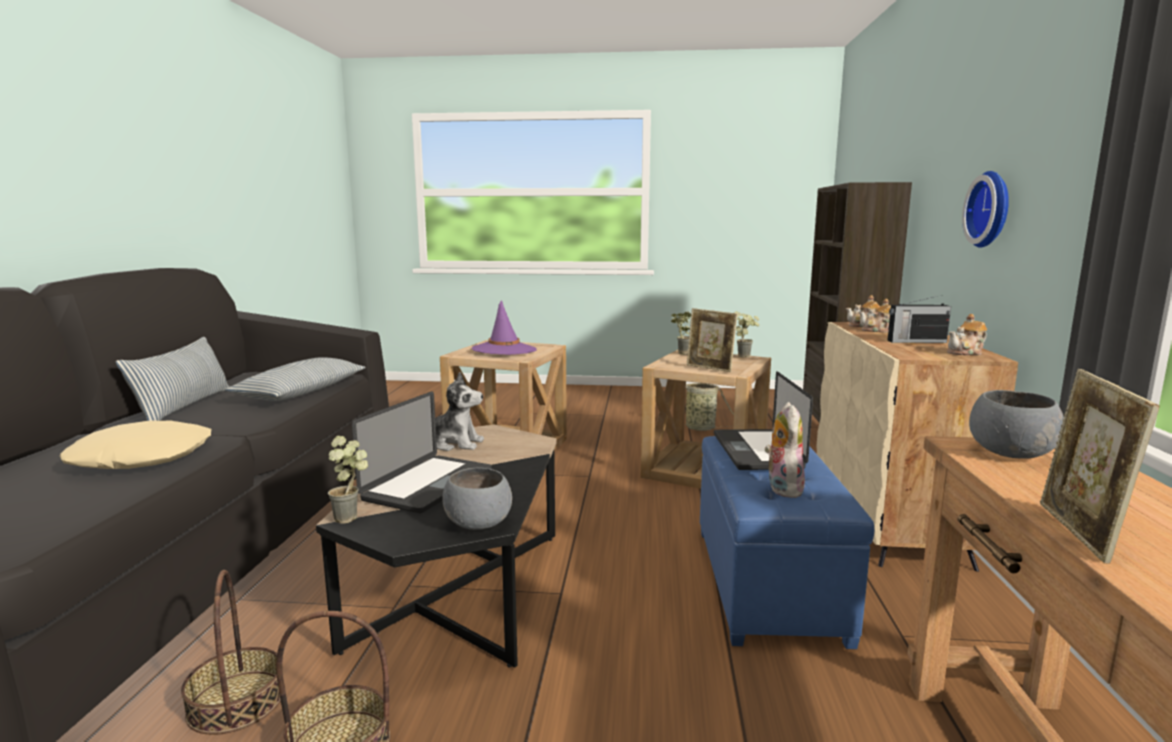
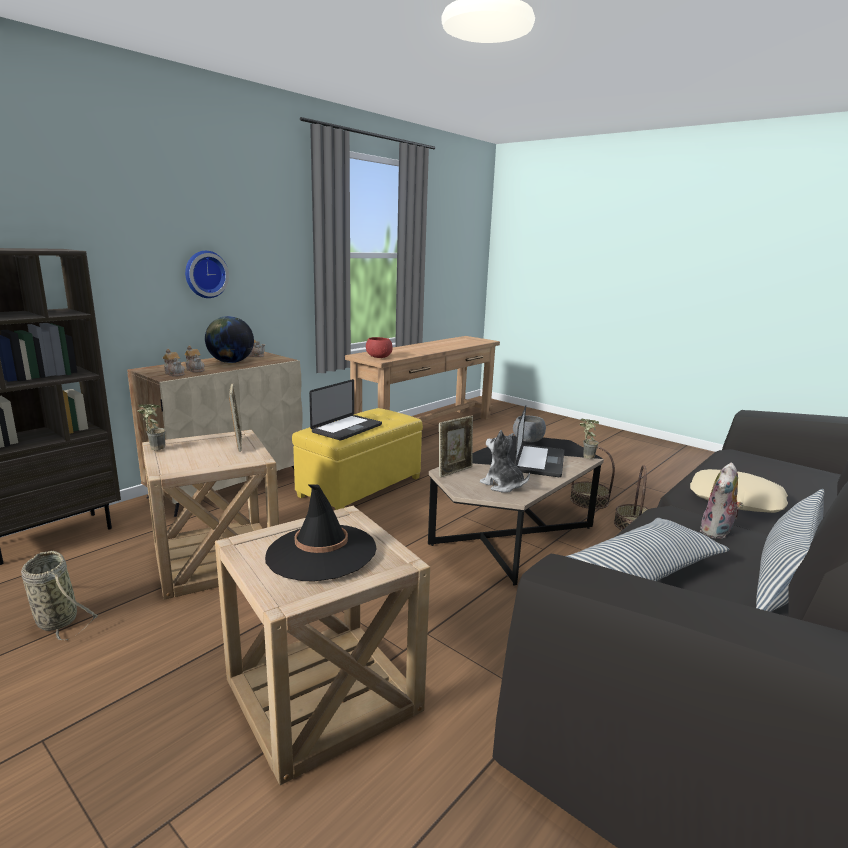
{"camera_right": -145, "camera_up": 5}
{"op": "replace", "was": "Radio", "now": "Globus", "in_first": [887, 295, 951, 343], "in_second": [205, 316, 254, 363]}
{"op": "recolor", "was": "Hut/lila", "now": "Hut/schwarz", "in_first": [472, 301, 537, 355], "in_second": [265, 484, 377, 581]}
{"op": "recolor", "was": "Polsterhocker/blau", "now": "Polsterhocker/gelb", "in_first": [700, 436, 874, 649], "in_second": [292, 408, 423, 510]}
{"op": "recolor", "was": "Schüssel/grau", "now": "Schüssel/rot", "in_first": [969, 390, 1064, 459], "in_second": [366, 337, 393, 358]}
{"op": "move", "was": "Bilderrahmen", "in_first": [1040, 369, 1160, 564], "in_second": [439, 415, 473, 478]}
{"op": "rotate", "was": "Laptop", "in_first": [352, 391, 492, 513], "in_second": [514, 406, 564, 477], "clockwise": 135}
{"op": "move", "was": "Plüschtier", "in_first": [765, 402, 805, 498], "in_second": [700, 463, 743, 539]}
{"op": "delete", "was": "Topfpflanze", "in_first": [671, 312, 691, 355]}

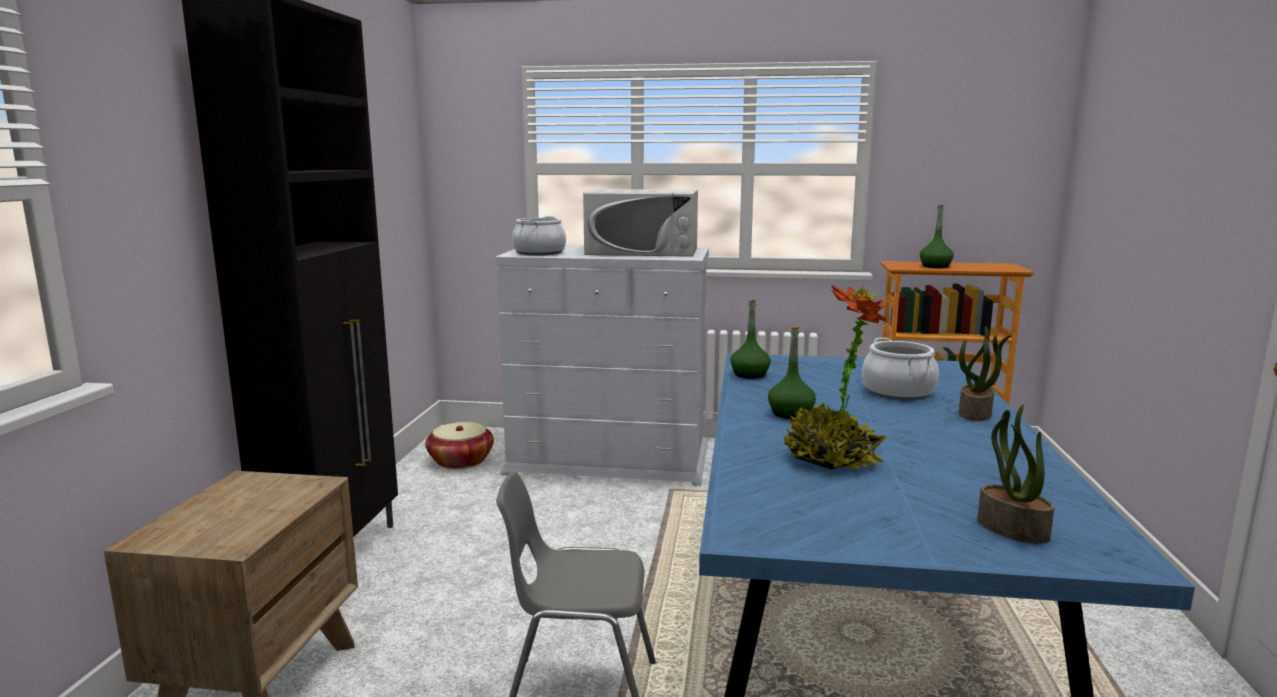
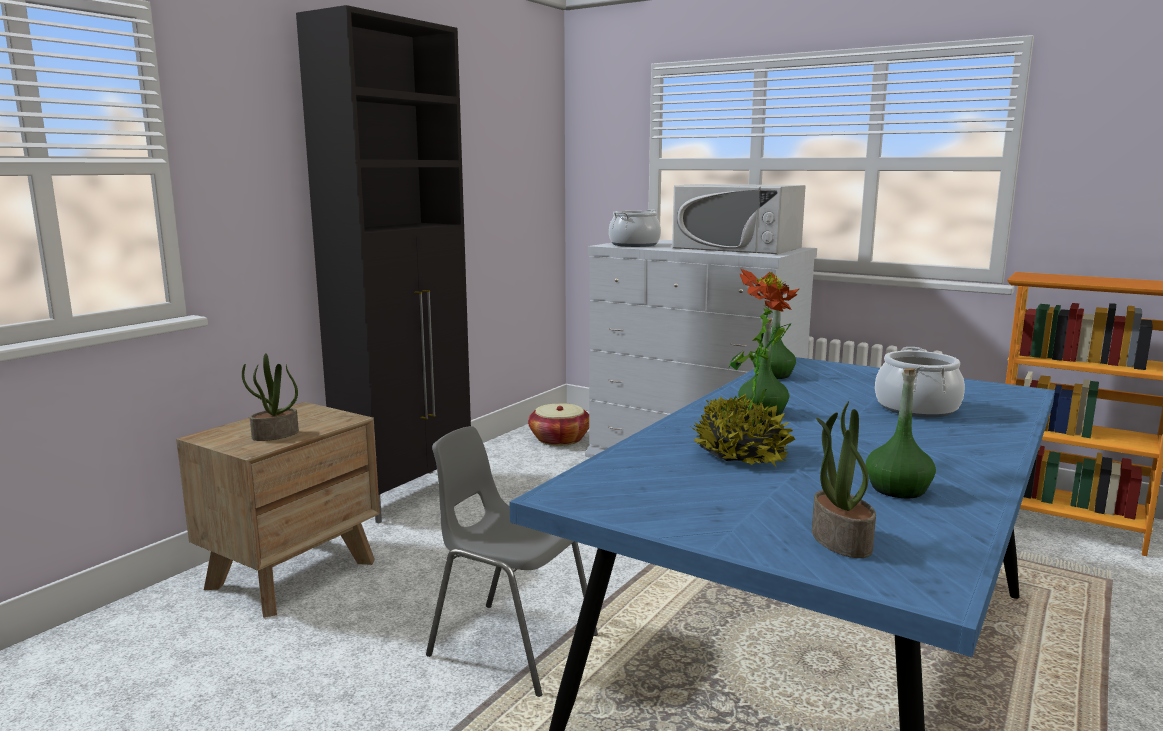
{"camera_right": 25, "camera_up": 0}
{"op": "move", "was": "Topfpflanze", "in_first": [959, 326, 1012, 421], "in_second": [242, 353, 299, 441]}
{"op": "move", "was": "Flasche/grün", "in_first": [920, 205, 954, 268], "in_second": [866, 368, 936, 498]}

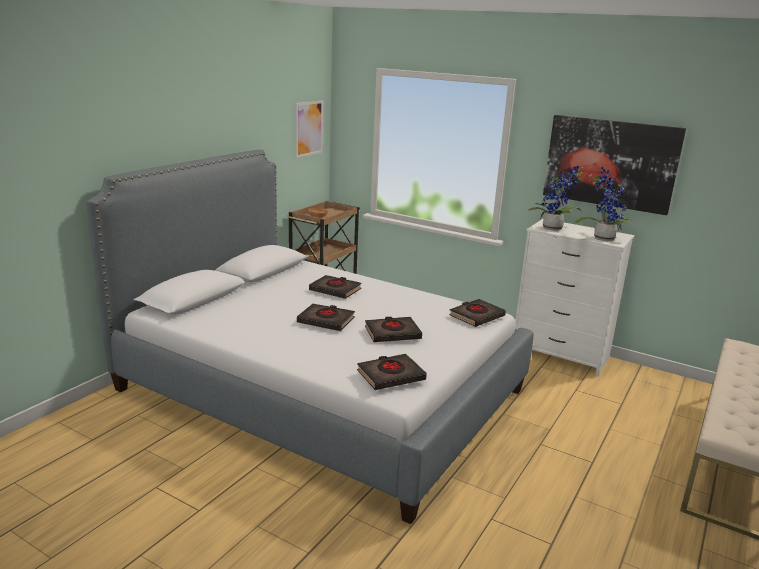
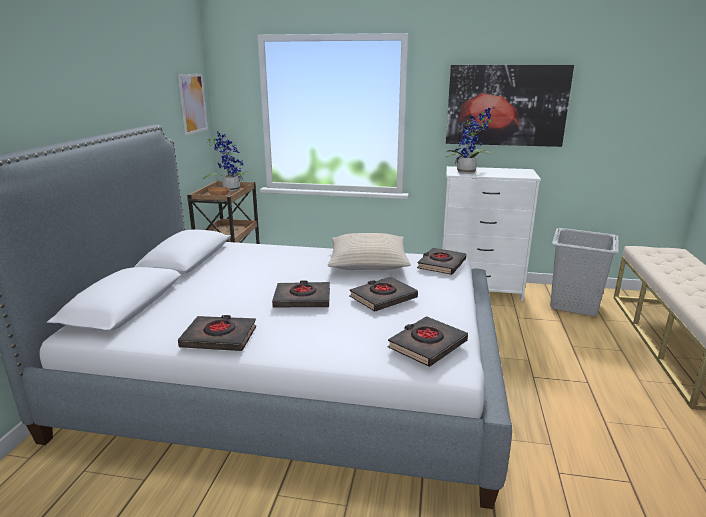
{"camera_right": -20, "camera_up": 0}
{"op": "move", "was": "Buch/schwarz", "in_first": [309, 275, 361, 299], "in_second": [178, 315, 256, 351]}
{"op": "move", "was": "Topfpflanze", "in_first": [575, 167, 637, 241], "in_second": [202, 131, 254, 192]}
{"op": "insert", "now": "Kissen/beige", "in_second": [328, 233, 410, 270]}
{"op": "insert", "now": "Wäschekorb/grau", "in_second": [550, 228, 619, 316]}

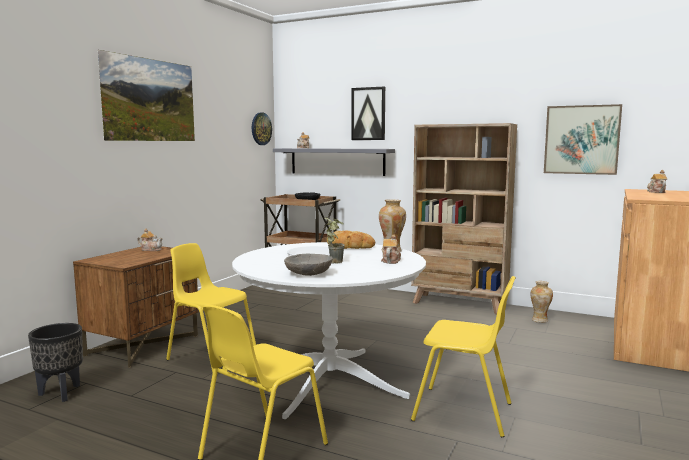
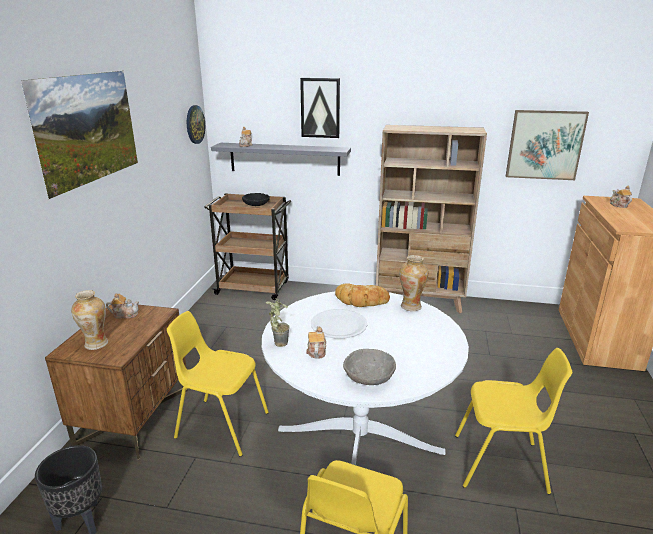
{"camera_right": -15, "camera_up": 15}
{"op": "move", "was": "Vase", "in_first": [530, 281, 553, 323], "in_second": [71, 290, 108, 350]}
{"op": "move", "was": "Topfpflanze", "in_first": [324, 217, 345, 263], "in_second": [266, 297, 290, 347]}
{"op": "move", "was": "Teekanne", "in_first": [381, 234, 401, 264], "in_second": [306, 326, 326, 359]}

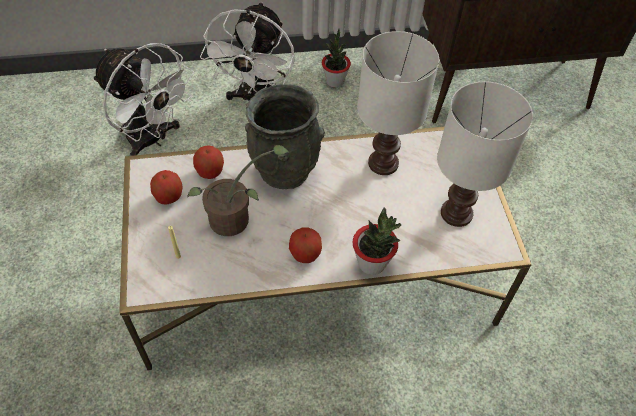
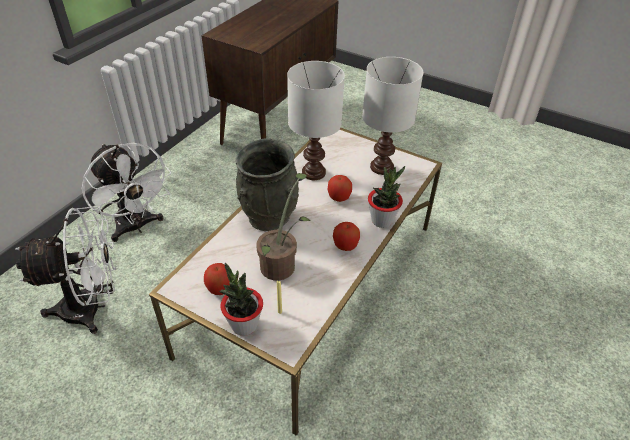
{"camera_right": -50, "camera_up": -10}
{"op": "move", "was": "Topfpflanze", "in_first": [322, 29, 351, 87], "in_second": [219, 263, 263, 336]}
{"op": "move", "was": "Apfel", "in_first": [193, 146, 224, 179], "in_second": [328, 175, 352, 202]}

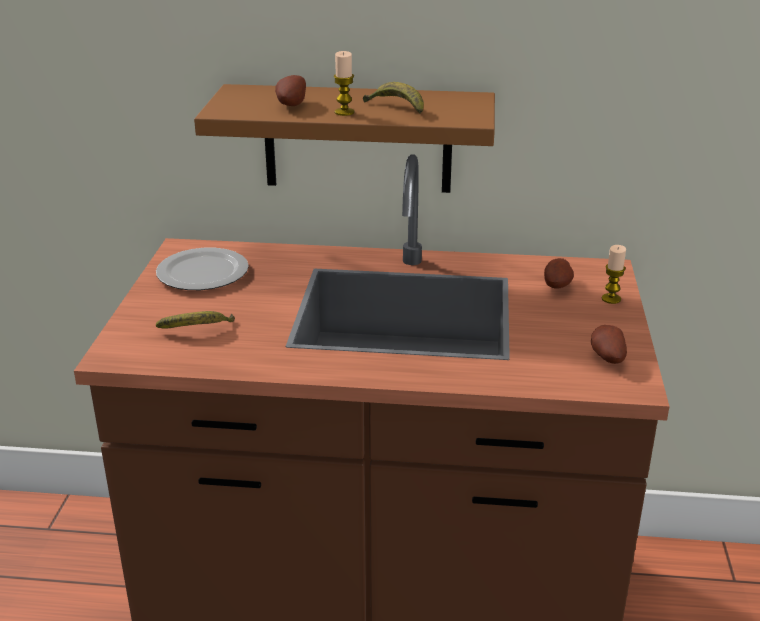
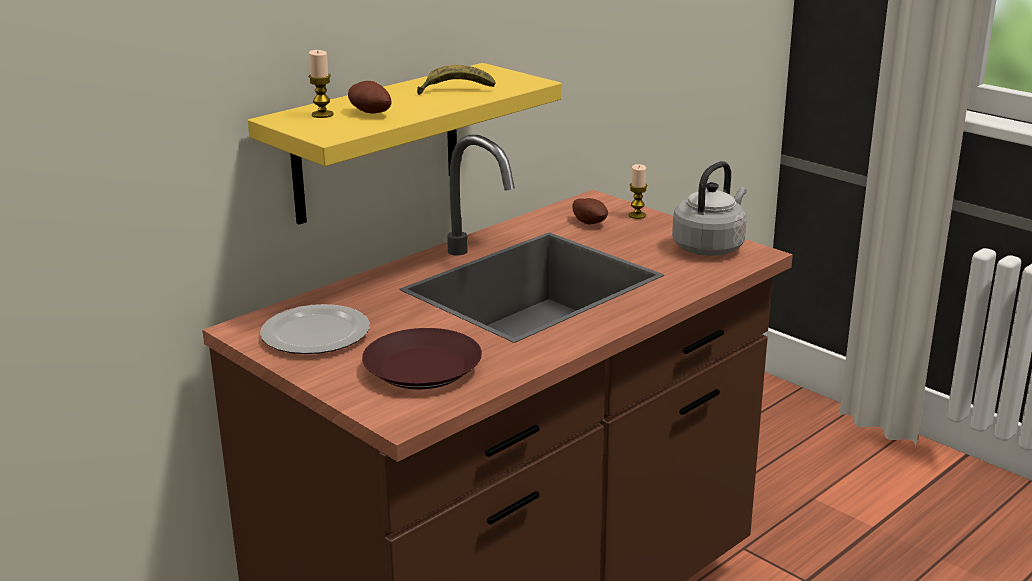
{"camera_right": -50, "camera_up": -5}
{"op": "recolor", "was": "Wandregal/braun", "now": "Wandregal/gelb", "in_first": [194, 84, 495, 193], "in_second": [248, 63, 562, 225]}
{"op": "move", "was": "Kerze", "in_first": [334, 51, 354, 116], "in_second": [308, 50, 333, 118]}
{"op": "replace", "was": "Banane", "now": "Teller/braun", "in_first": [156, 311, 235, 329], "in_second": [362, 328, 482, 389]}
{"op": "replace", "was": "Kartoffel", "now": "Wasserkessel/grau", "in_first": [591, 325, 627, 364], "in_second": [672, 161, 747, 256]}

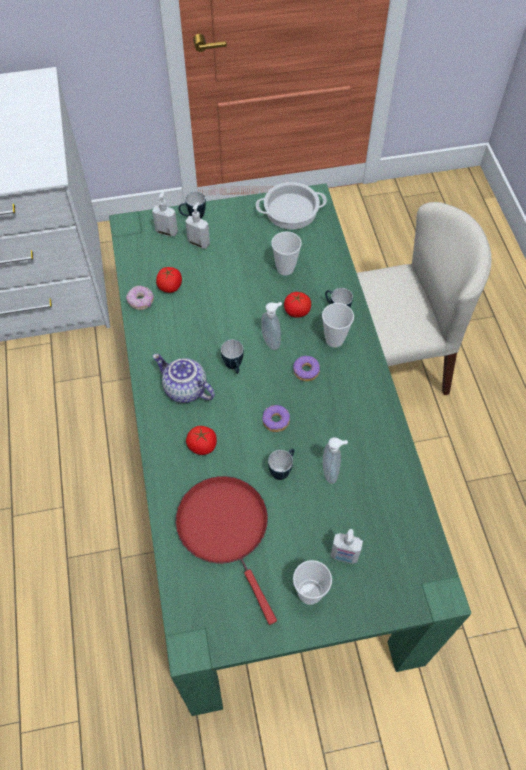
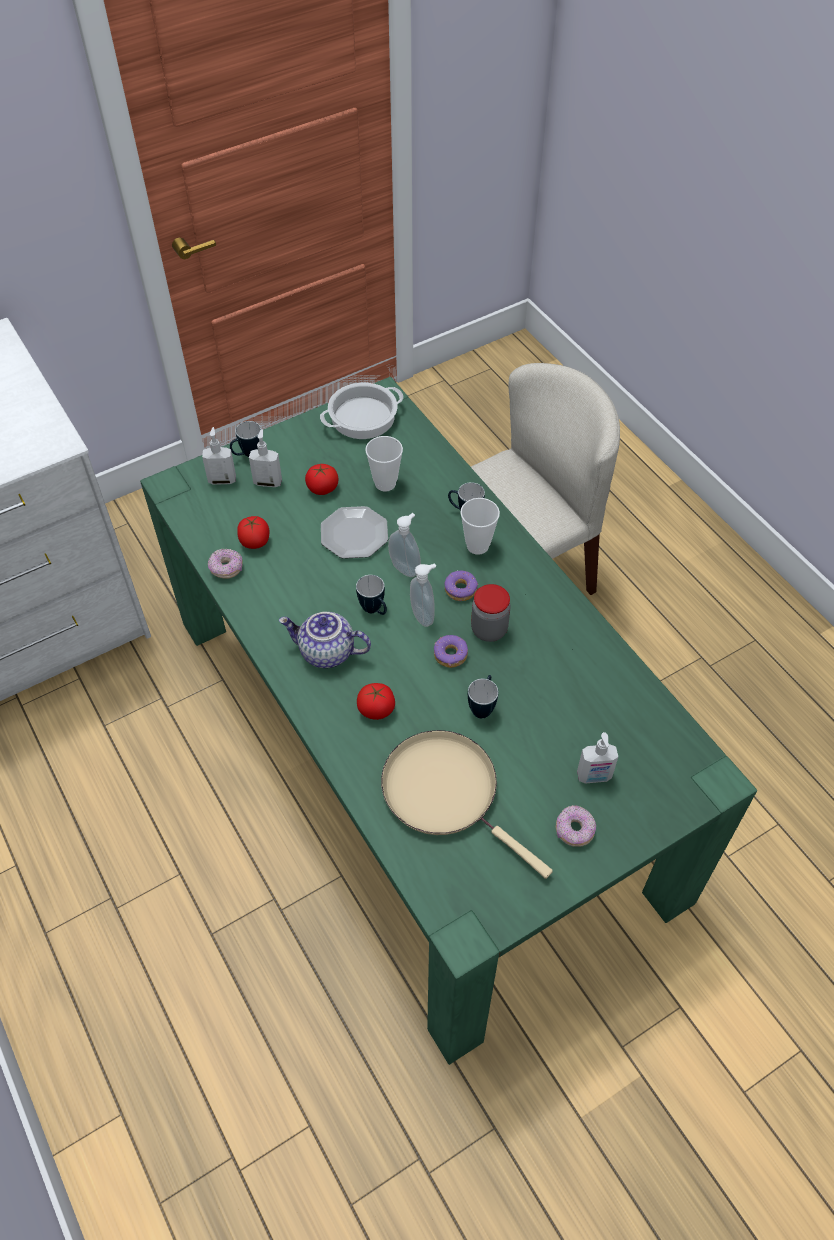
{"camera_right": -20, "camera_up": -5}
{"op": "move", "was": "Tomate", "in_first": [284, 292, 311, 318], "in_second": [305, 464, 338, 495]}
{"op": "insert", "now": "Teller", "in_second": [321, 506, 388, 559]}
{"op": "recolor", "was": "Pfanne/rot", "now": "Pfanne/beige", "in_first": [176, 476, 277, 625], "in_second": [381, 730, 553, 879]}
{"op": "move", "was": "Seifenspender", "in_first": [323, 437, 348, 484], "in_second": [410, 563, 436, 627]}
{"op": "insert", "now": "Vorratsglas", "in_second": [471, 584, 511, 642]}
{"op": "replace", "was": "Tasse", "now": "Donut", "in_first": [293, 560, 332, 605], "in_second": [556, 805, 596, 847]}

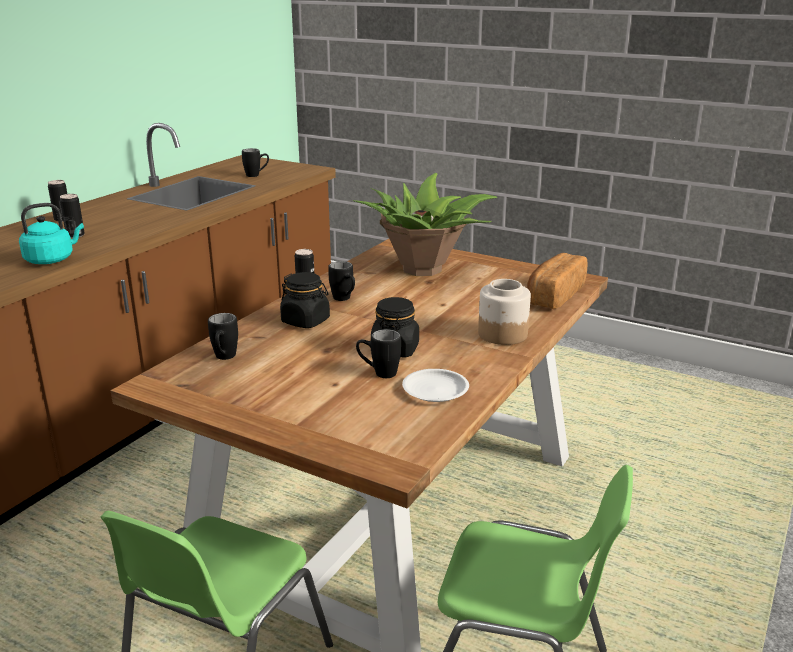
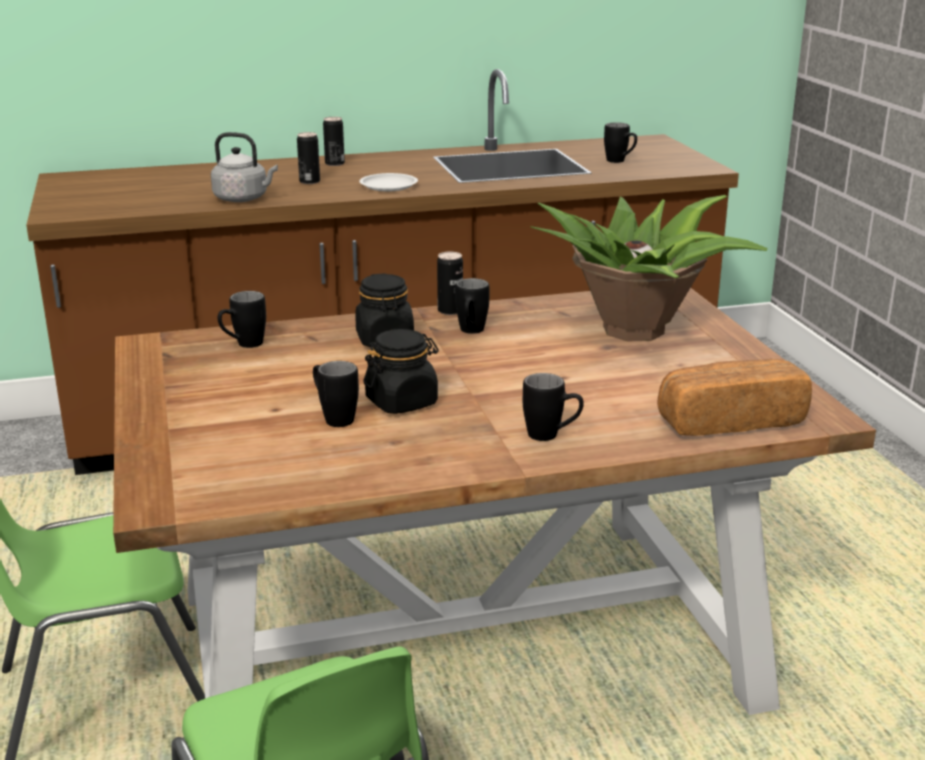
{"camera_right": 45, "camera_up": 0}
{"op": "recolor", "was": "Wasserkessel/türkis", "now": "Wasserkessel/grau", "in_first": [19, 203, 84, 264], "in_second": [211, 132, 278, 202]}
{"op": "move", "was": "Teller/weiß", "in_first": [402, 369, 469, 402], "in_second": [359, 173, 418, 192]}
{"op": "replace", "was": "Vorratsglas", "now": "Henkelbecher/schwarz", "in_first": [478, 279, 531, 345], "in_second": [523, 373, 584, 441]}

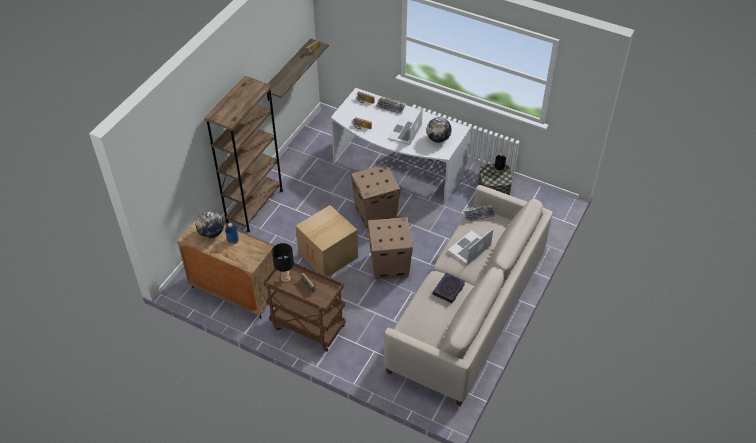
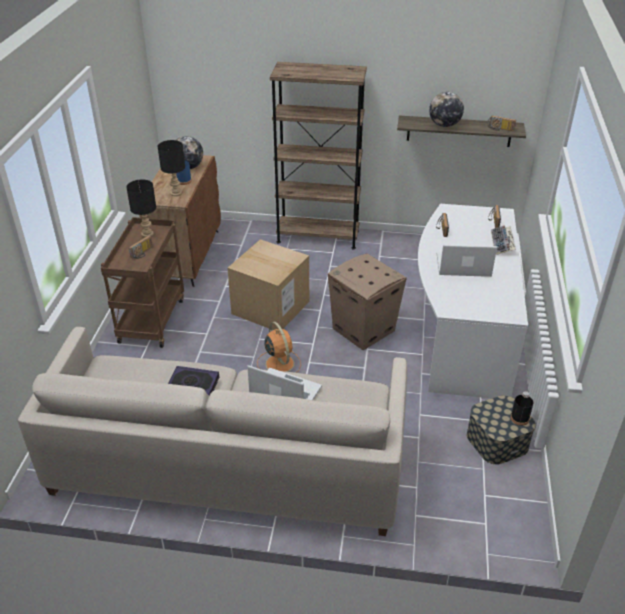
{"camera_right": 70, "camera_up": -10}
{"op": "insert", "now": "Tischlampe/schwarz", "in_second": [158, 140, 185, 196]}
{"op": "replace", "was": "Karton", "now": "Ventilator/orange", "in_first": [368, 217, 413, 279], "in_second": [257, 322, 301, 373]}
{"op": "move", "was": "Globus", "in_first": [426, 117, 452, 143], "in_second": [429, 92, 464, 127]}
{"op": "delete", "was": "Tastatur", "in_first": [463, 204, 495, 222]}

